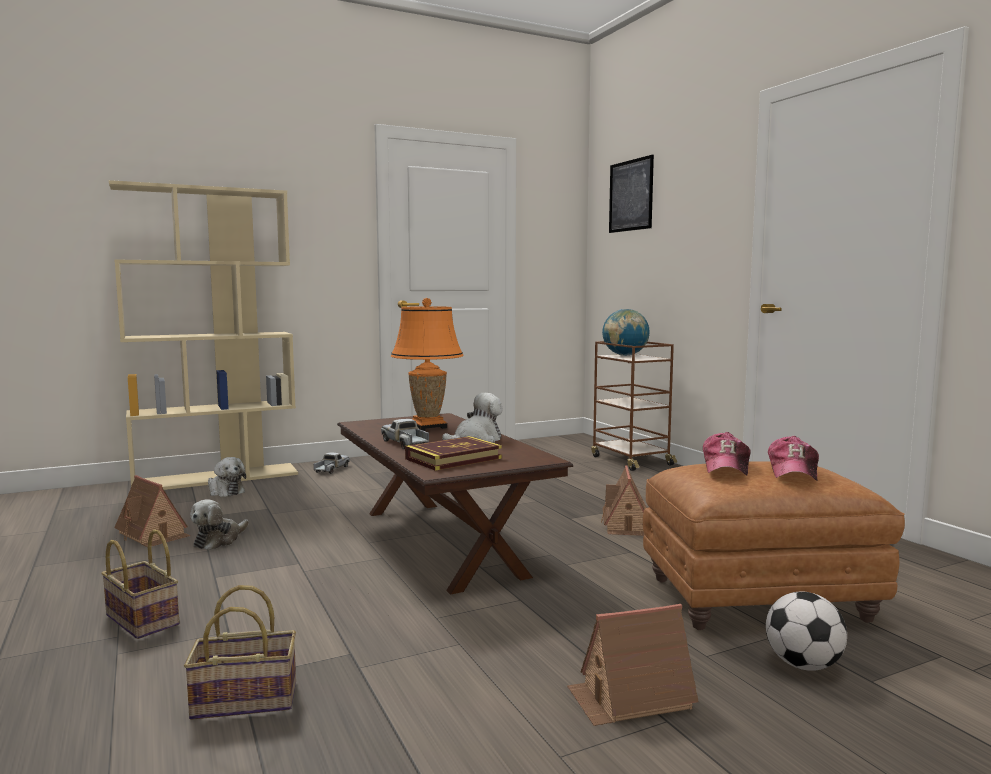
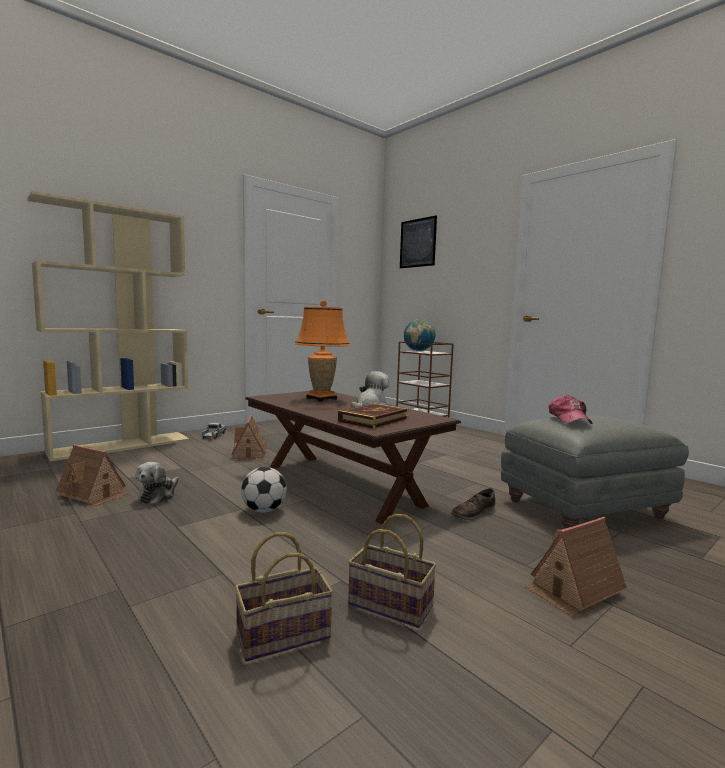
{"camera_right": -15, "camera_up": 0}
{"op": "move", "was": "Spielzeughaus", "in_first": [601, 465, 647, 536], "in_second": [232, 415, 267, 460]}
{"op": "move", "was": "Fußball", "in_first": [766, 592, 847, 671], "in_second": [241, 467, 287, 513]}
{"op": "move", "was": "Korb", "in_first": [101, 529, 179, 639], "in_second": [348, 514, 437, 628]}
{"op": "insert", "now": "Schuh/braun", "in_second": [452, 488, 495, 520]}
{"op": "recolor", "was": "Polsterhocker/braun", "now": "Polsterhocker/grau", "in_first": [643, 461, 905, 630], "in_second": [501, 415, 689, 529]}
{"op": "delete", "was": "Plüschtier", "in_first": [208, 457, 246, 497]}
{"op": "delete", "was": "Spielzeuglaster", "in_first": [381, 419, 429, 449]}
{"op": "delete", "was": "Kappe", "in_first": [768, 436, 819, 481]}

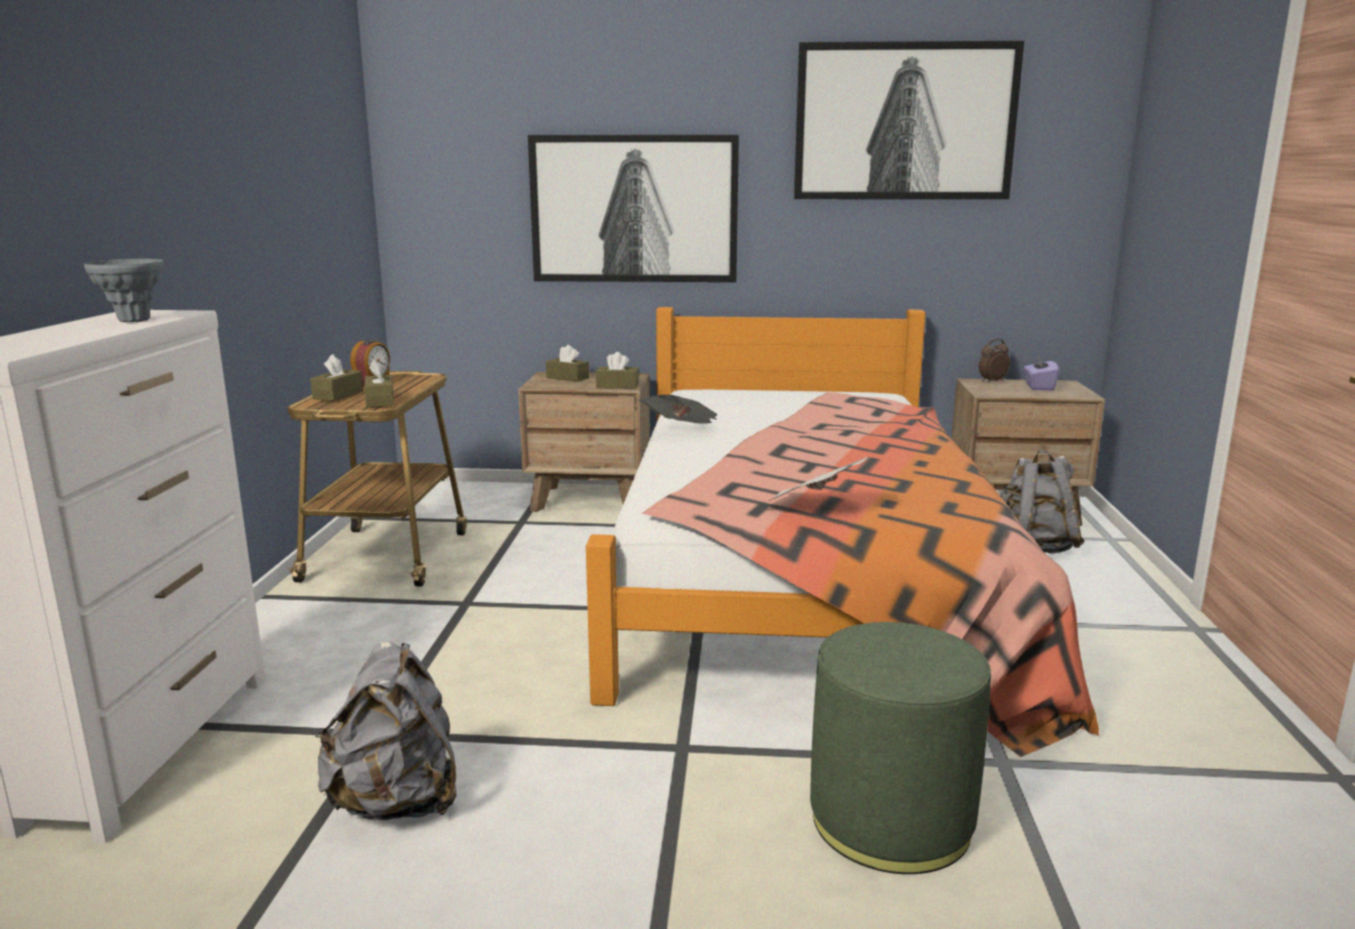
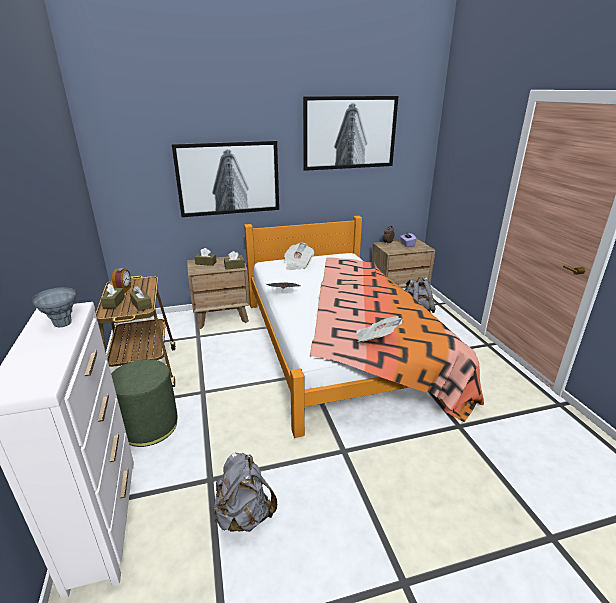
{"camera_right": -20, "camera_up": 10}
{"op": "move", "was": "Polsterhocker/grün", "in_first": [810, 622, 991, 874], "in_second": [111, 359, 178, 447]}
{"op": "insert", "now": "Zeitung", "in_second": [284, 243, 314, 270]}

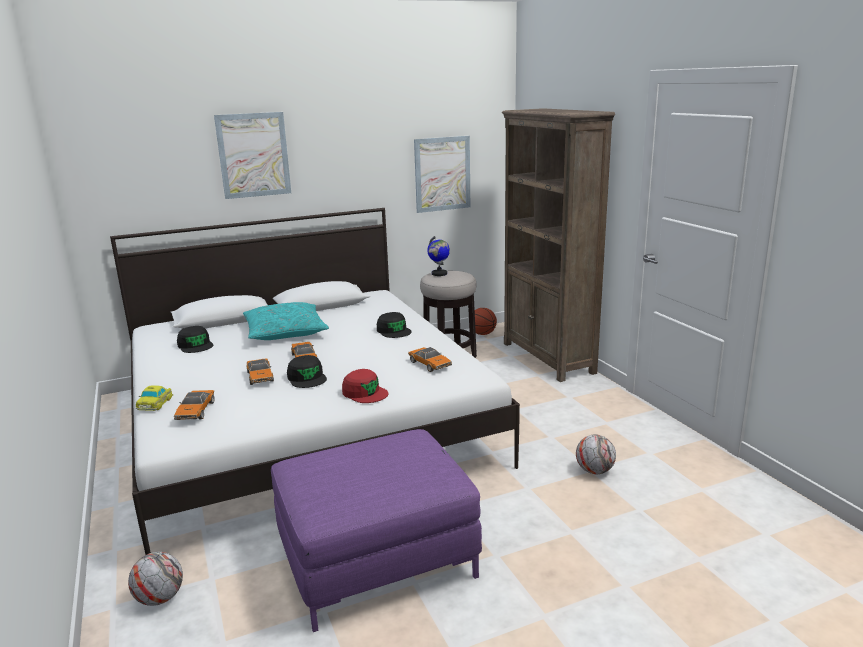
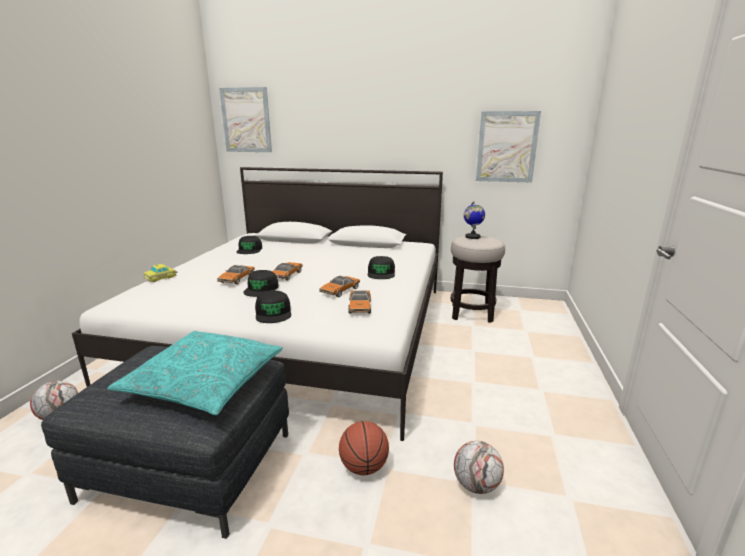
{"camera_right": 35, "camera_up": 0}
{"op": "recolor", "was": "Polsterhocker/lila", "now": "Polsterhocker/grau", "in_first": [271, 429, 482, 632], "in_second": [41, 346, 289, 539]}
{"op": "move", "was": "Kissen/türkis", "in_first": [243, 302, 329, 340], "in_second": [107, 331, 283, 415]}
{"op": "move", "was": "Bild", "in_first": [214, 112, 291, 199], "in_second": [219, 87, 272, 152]}
{"op": "recolor", "was": "Kappe/rot", "now": "Kappe/schwarz", "in_first": [342, 369, 389, 403], "in_second": [255, 291, 291, 323]}
{"op": "move", "was": "Spielzeugauto", "in_first": [174, 390, 215, 420], "in_second": [319, 276, 360, 297]}
{"op": "move", "was": "Basketball", "in_first": [475, 308, 497, 335], "in_second": [339, 421, 389, 475]}
{"op": "delete", "was": "Bücherregal/braun", "in_first": [502, 108, 615, 382]}

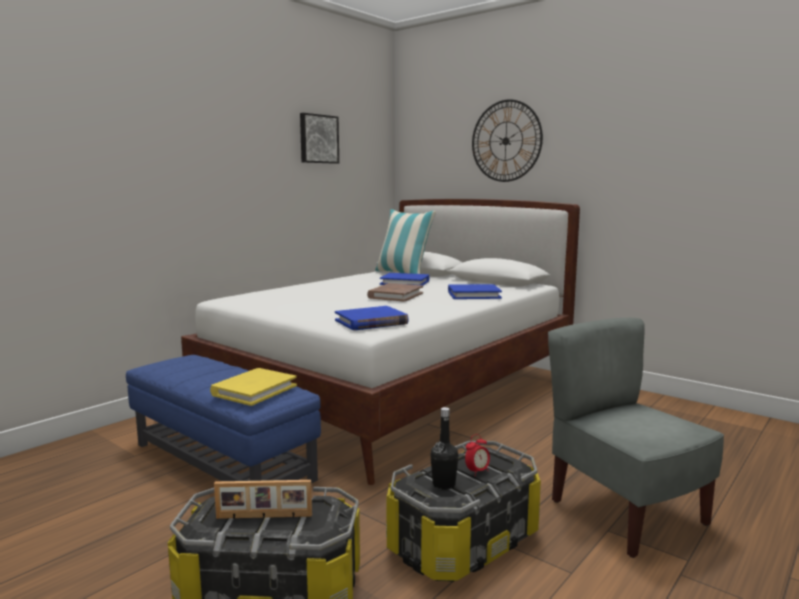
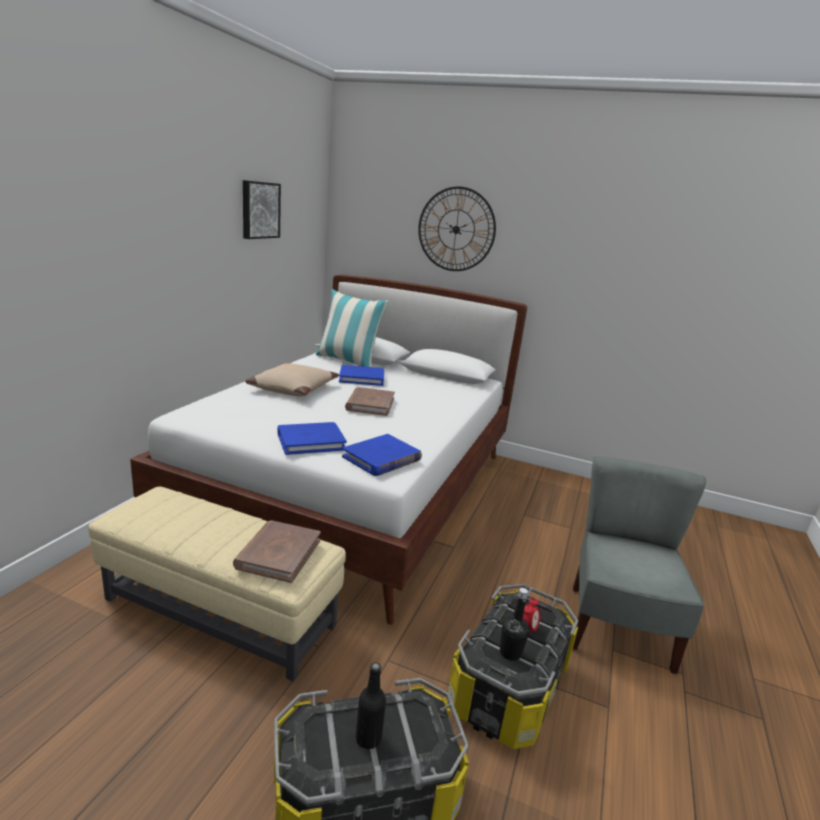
{"camera_right": -20, "camera_up": 10}
{"op": "recolor", "was": "Polsterhocker/blau", "now": "Polsterhocker/beige", "in_first": [126, 355, 321, 483], "in_second": [88, 487, 346, 682]}
{"op": "recolor", "was": "Buch/gelb", "now": "Buch/braun", "in_first": [210, 368, 297, 406], "in_second": [233, 520, 321, 583]}
{"op": "insert", "now": "Kissen/beige", "in_second": [245, 363, 339, 397]}
{"op": "move", "was": "Buch/blau", "in_first": [448, 284, 502, 299], "in_second": [277, 422, 347, 455]}
{"op": "replace", "was": "Bilderrahmen", "now": "Flasche/schwarz", "in_first": [214, 480, 312, 519], "in_second": [356, 662, 386, 749]}
{"op": "rotate", "was": "Stuhl/grau", "in_first": [548, 318, 724, 558], "in_second": [573, 456, 706, 674], "clockwise": 60}

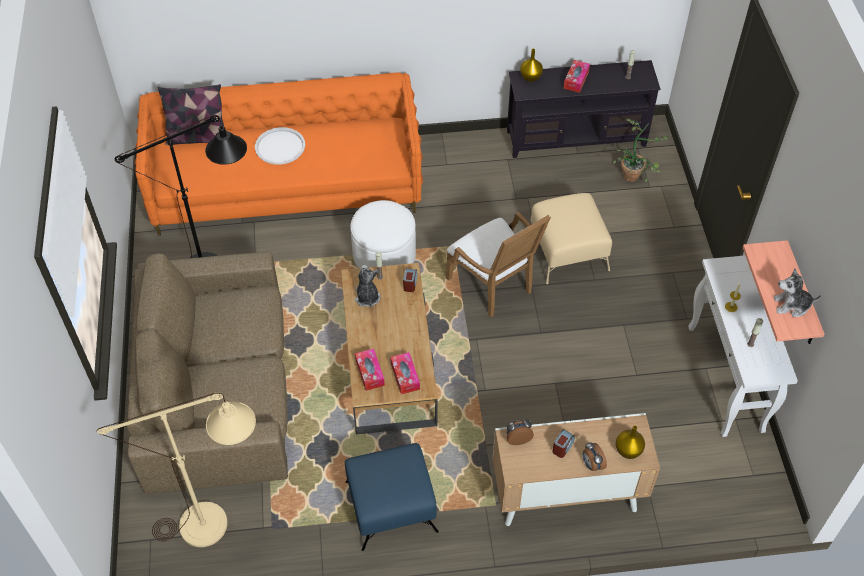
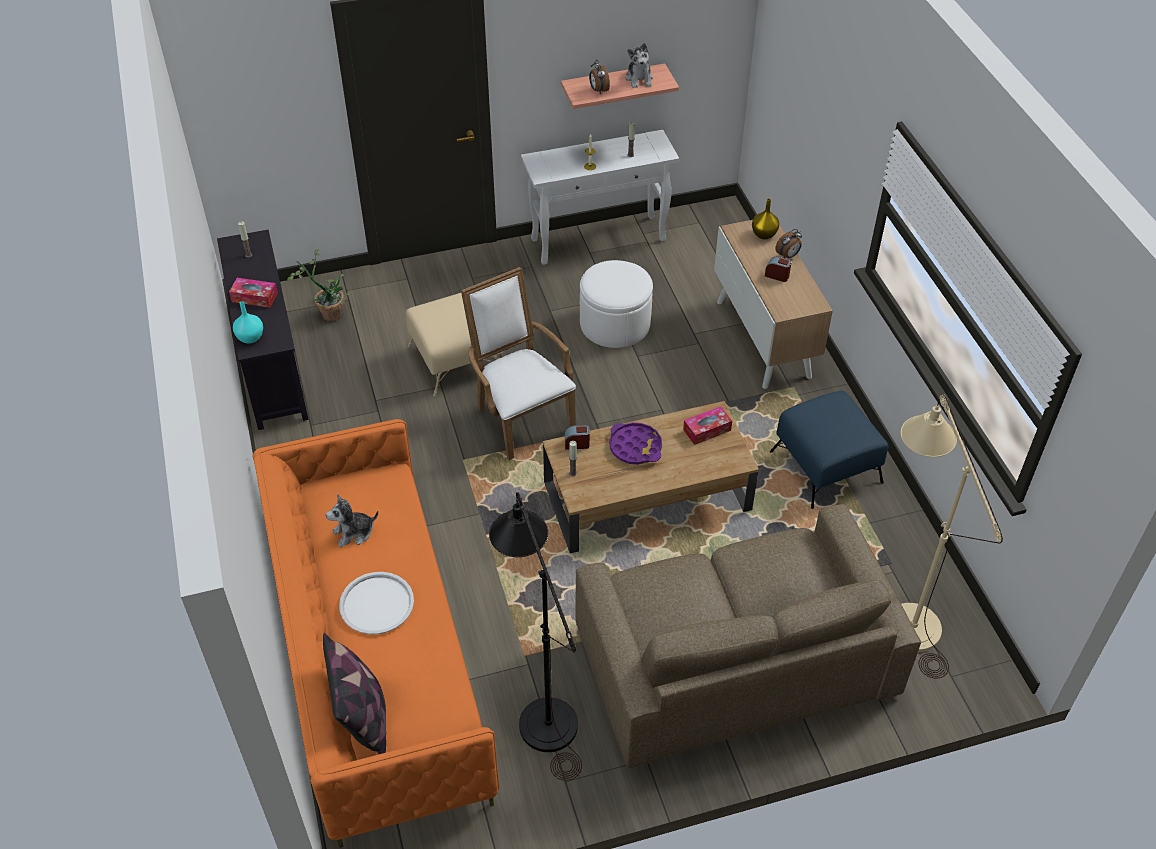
{"camera_right": -100, "camera_up": -5}
{"op": "recolor", "was": "Vase/gelb", "now": "Vase/türkis", "in_first": [520, 49, 543, 82], "in_second": [233, 301, 263, 344]}
{"op": "move", "was": "Plüschtier", "in_first": [355, 265, 381, 307], "in_second": [325, 494, 378, 547]}
{"op": "rotate", "was": "Sessel/weiß", "in_first": [446, 212, 551, 317], "in_second": [461, 267, 576, 460], "clockwise": -75}
{"op": "move", "was": "Polsterhocker/weiß", "in_first": [350, 200, 416, 268], "in_second": [580, 260, 653, 348]}
{"op": "move", "was": "Wecker", "in_first": [507, 419, 534, 445], "in_second": [589, 60, 610, 94]}
{"op": "insert", "now": "Tablett/lila", "in_second": [609, 422, 662, 465]}
{"op": "delete", "was": "Taschentuchbox", "in_first": [355, 349, 385, 391]}

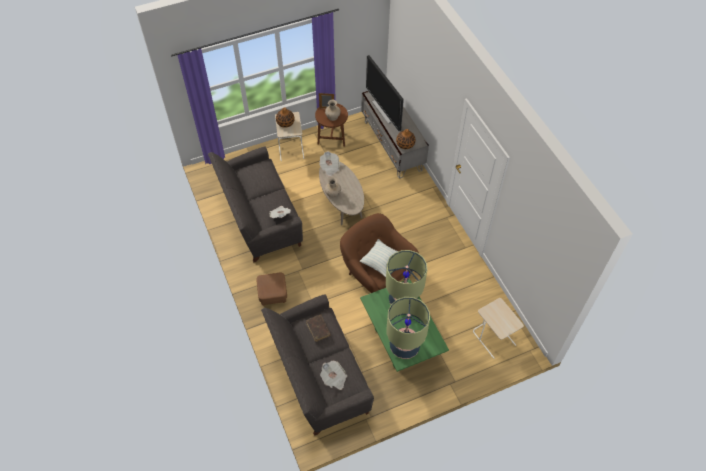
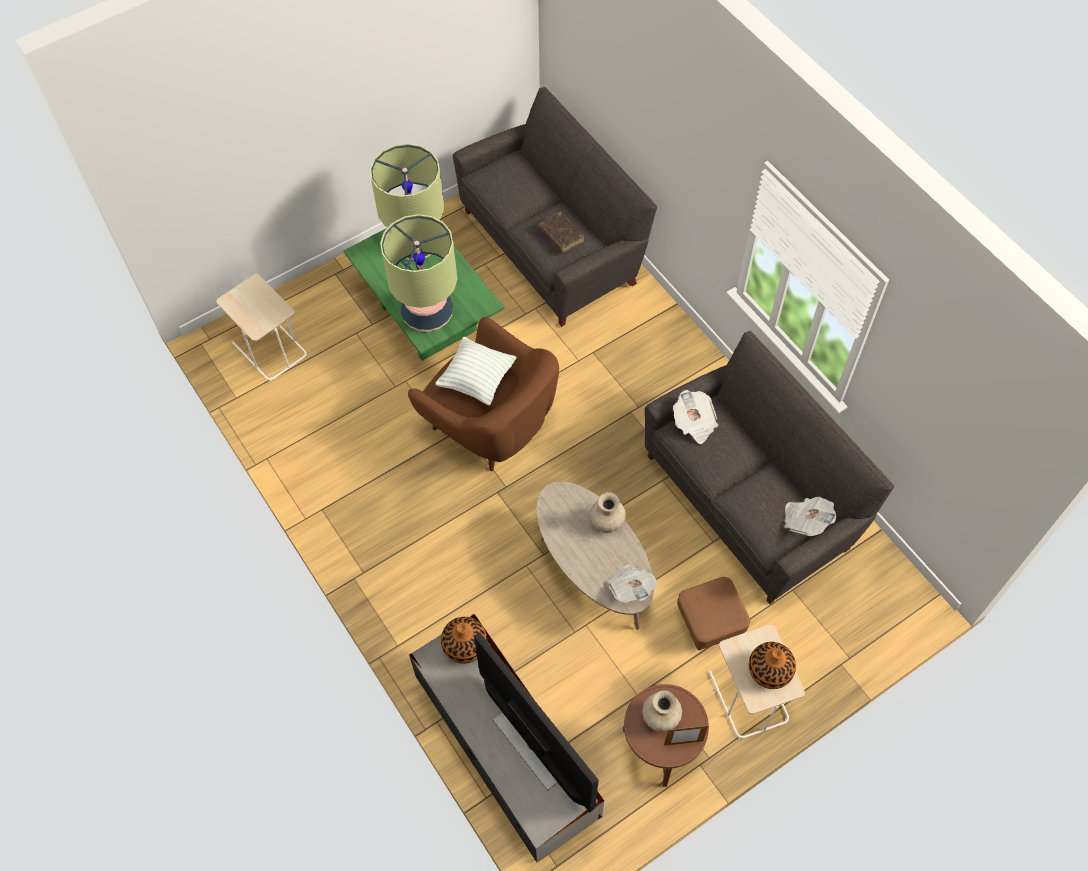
{"camera_right": 170, "camera_up": 5}
{"op": "move", "was": "Polsterhocker/braun", "in_first": [256, 273, 287, 306], "in_second": [677, 577, 750, 650]}
{"op": "move", "was": "Zeitung", "in_first": [320, 361, 347, 390], "in_second": [784, 497, 836, 536]}

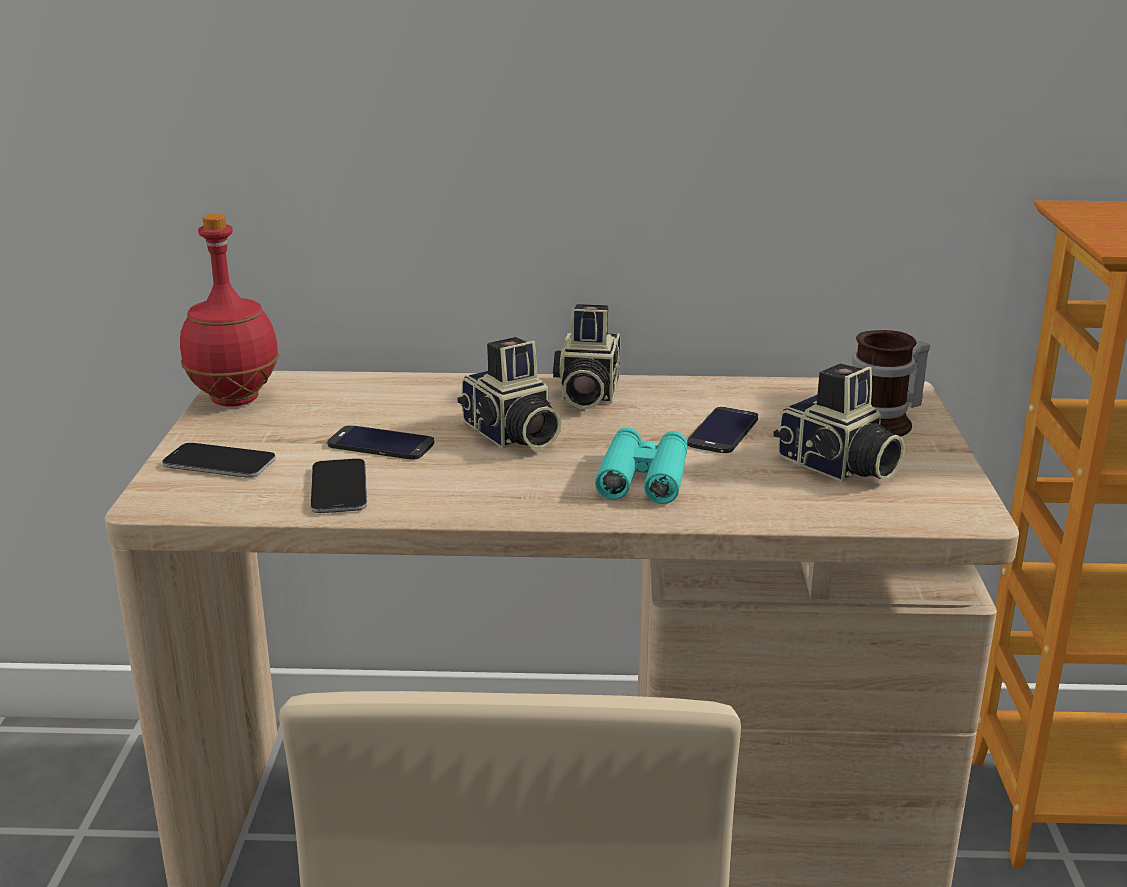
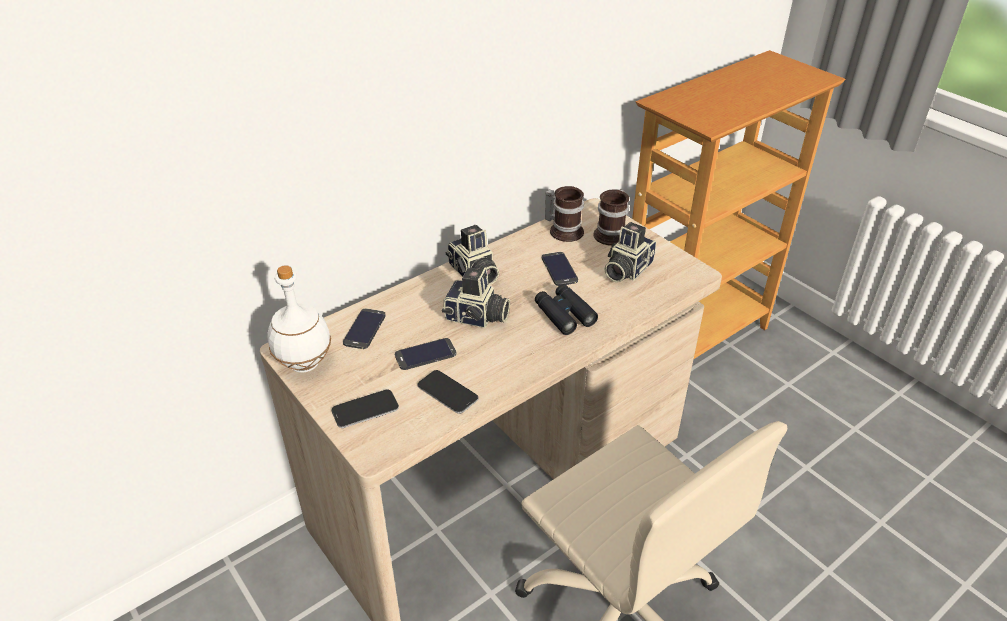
{"camera_right": -40, "camera_up": 15}
{"op": "recolor", "was": "Flasche/rot", "now": "Flasche/weiß", "in_first": [180, 214, 279, 407], "in_second": [267, 265, 331, 373]}
{"op": "insert", "now": "Handy", "in_second": [343, 309, 386, 349]}
{"op": "recolor", "was": "Fernglas/türkis", "now": "Fernglas/schwarz", "in_first": [595, 428, 687, 504], "in_second": [535, 284, 598, 335]}
{"op": "insert", "now": "Henkelbecher", "in_second": [545, 186, 584, 242]}
{"op": "rotate", "was": "Kamera", "in_first": [773, 364, 905, 482], "in_second": [604, 222, 656, 282], "clockwise": 120}

